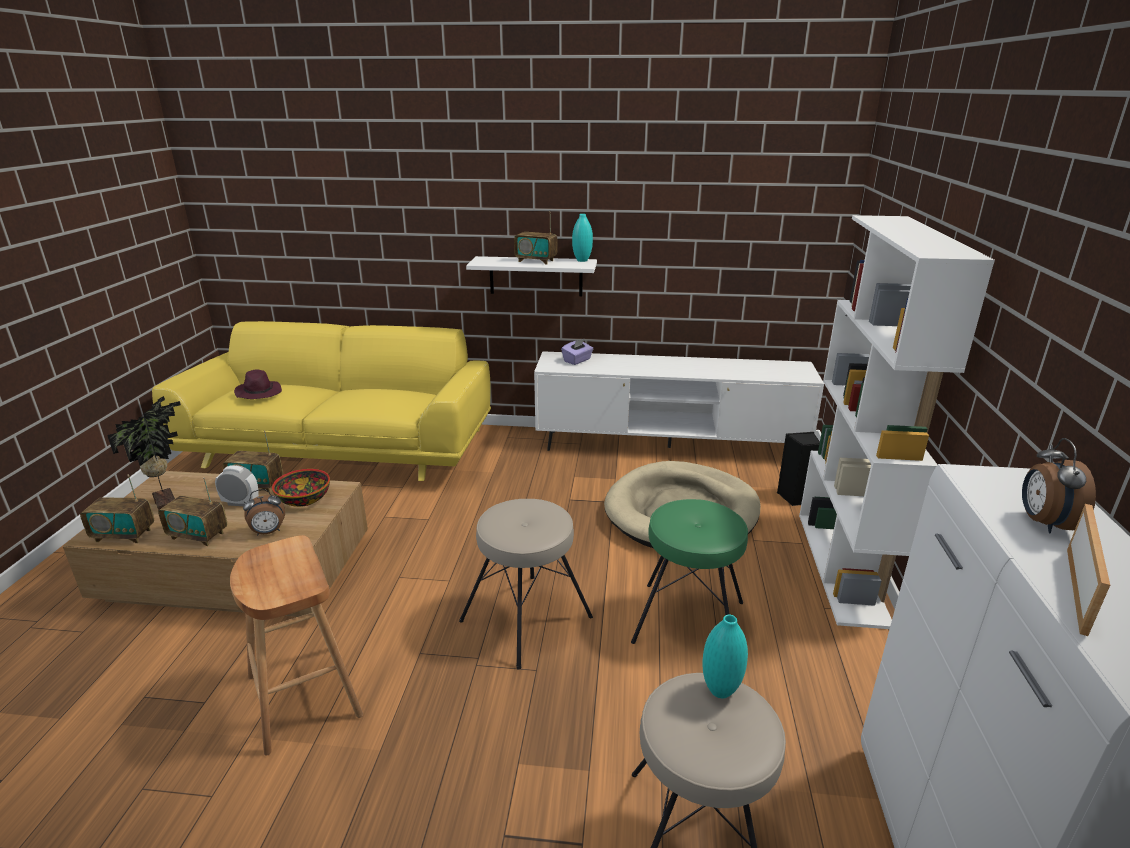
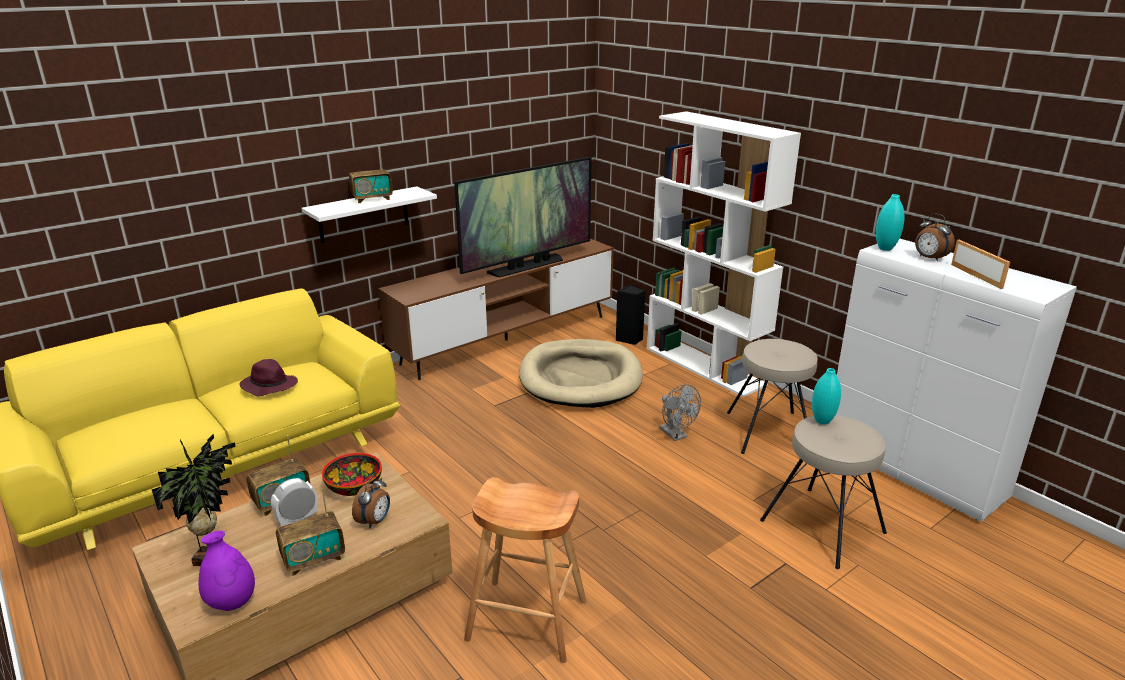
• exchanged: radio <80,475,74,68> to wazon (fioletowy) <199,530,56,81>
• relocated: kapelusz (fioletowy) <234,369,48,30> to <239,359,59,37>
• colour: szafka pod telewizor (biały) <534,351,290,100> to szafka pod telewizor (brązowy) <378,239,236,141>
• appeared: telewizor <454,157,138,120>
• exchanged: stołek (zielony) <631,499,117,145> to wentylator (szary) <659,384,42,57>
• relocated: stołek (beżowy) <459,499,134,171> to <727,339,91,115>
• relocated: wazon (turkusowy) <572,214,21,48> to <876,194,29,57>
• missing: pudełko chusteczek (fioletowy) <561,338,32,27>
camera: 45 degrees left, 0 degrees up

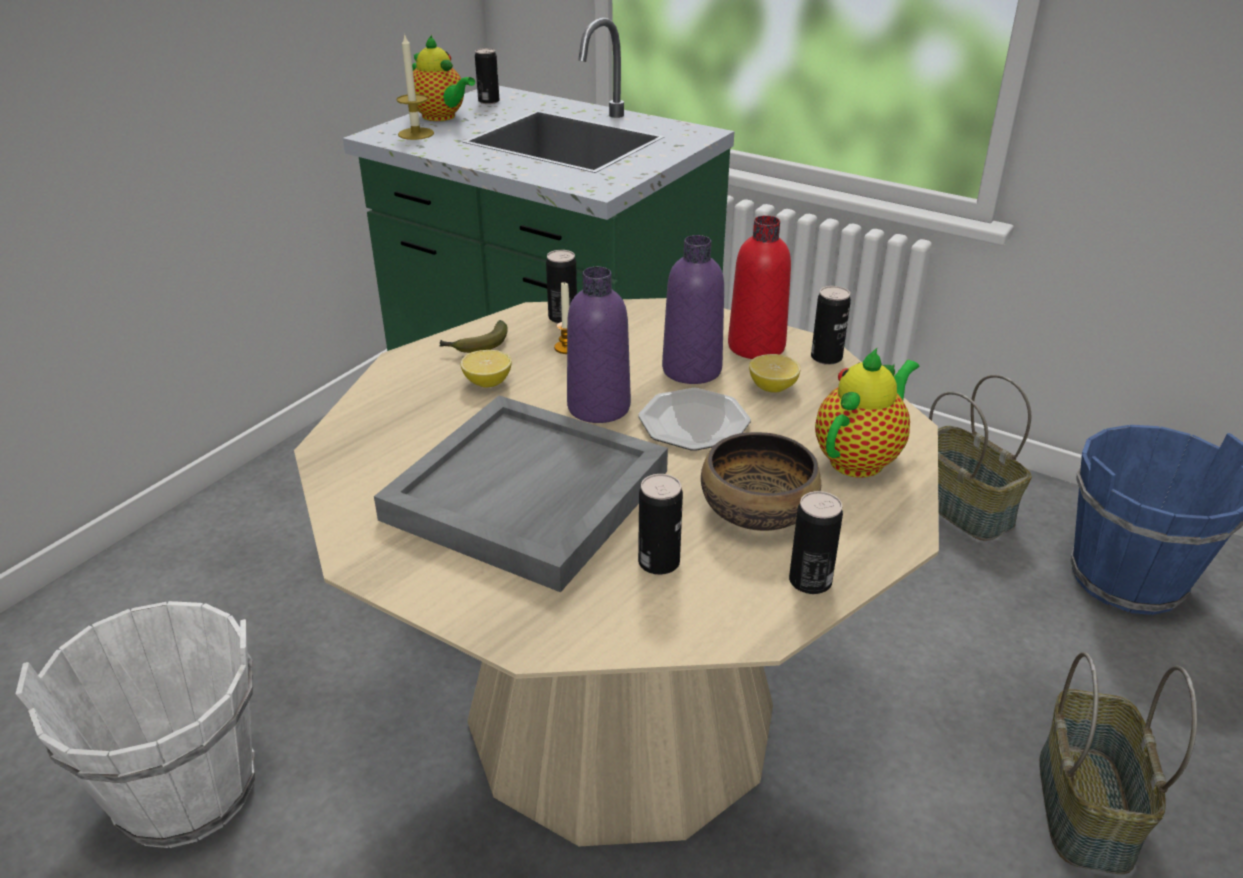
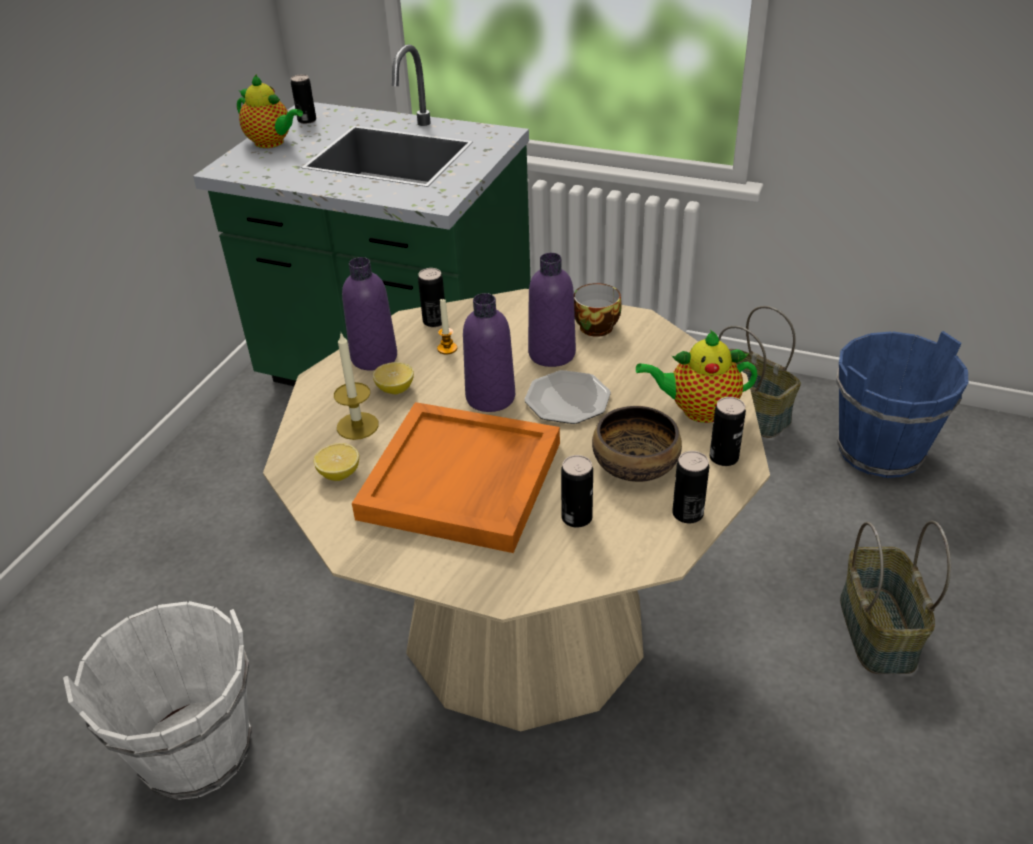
• relocated: cytryna <749,354,52,38> to <314,443,45,38>
• relocated: świeca <396,33,38,107> to <334,333,45,107>
• exchanged: banan <440,320,68,33> to butelka (fioletowy) <342,257,55,113>
• colour: taca (szary) <374,395,294,197> to taca (pomarańczowy) <352,402,208,151>
• exchanged: butelka (czerwony) <728,215,63,144> to filiżanka <574,283,48,54>
• spun: imbryk <815,348,104,130> = <636,330,122,93> 120 degrees counterclockwise
• relocated: puszka <811,286,40,79> to <709,397,37,69>
camera: 10 degrees left, 5 degrees up

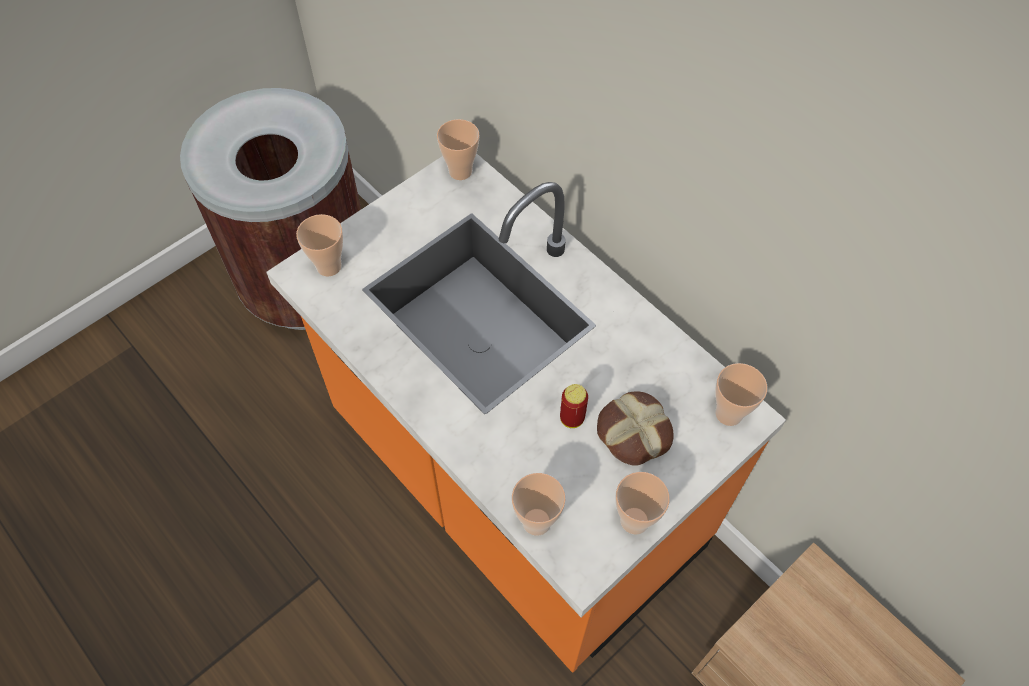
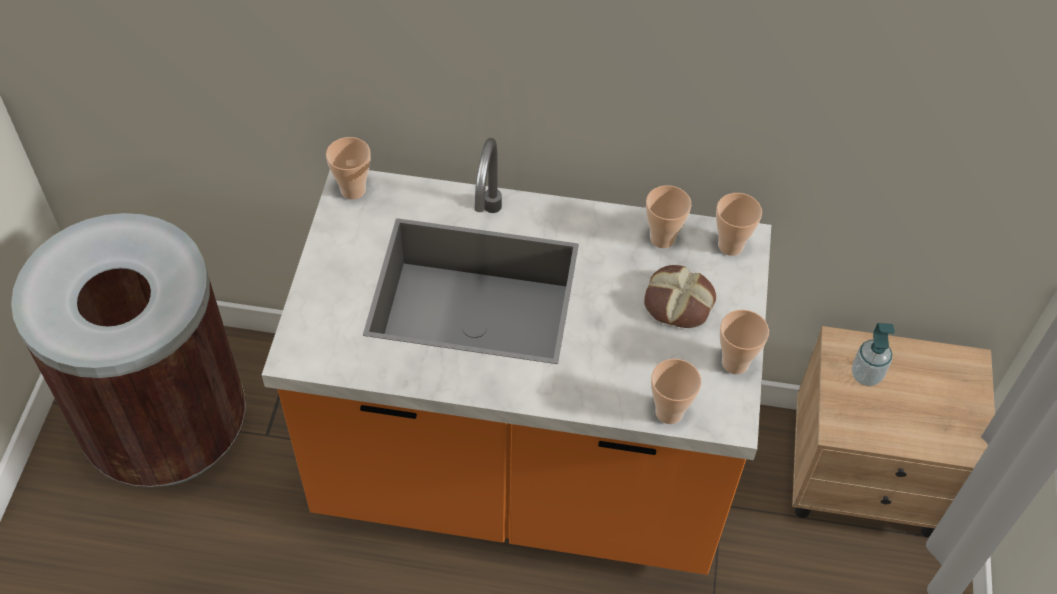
• relocated: filiżanka <296,214,47,63> to <646,185,46,63>
• appeared: dozownik mydła <852,323,43,63>
• missing: puszka <560,384,28,44>
camera: 40 degrees left, 5 degrees down

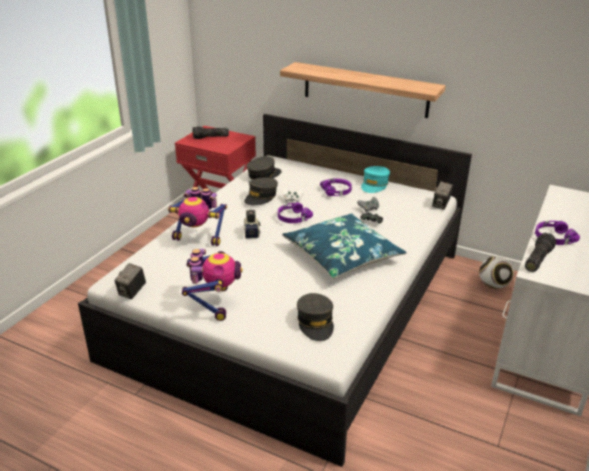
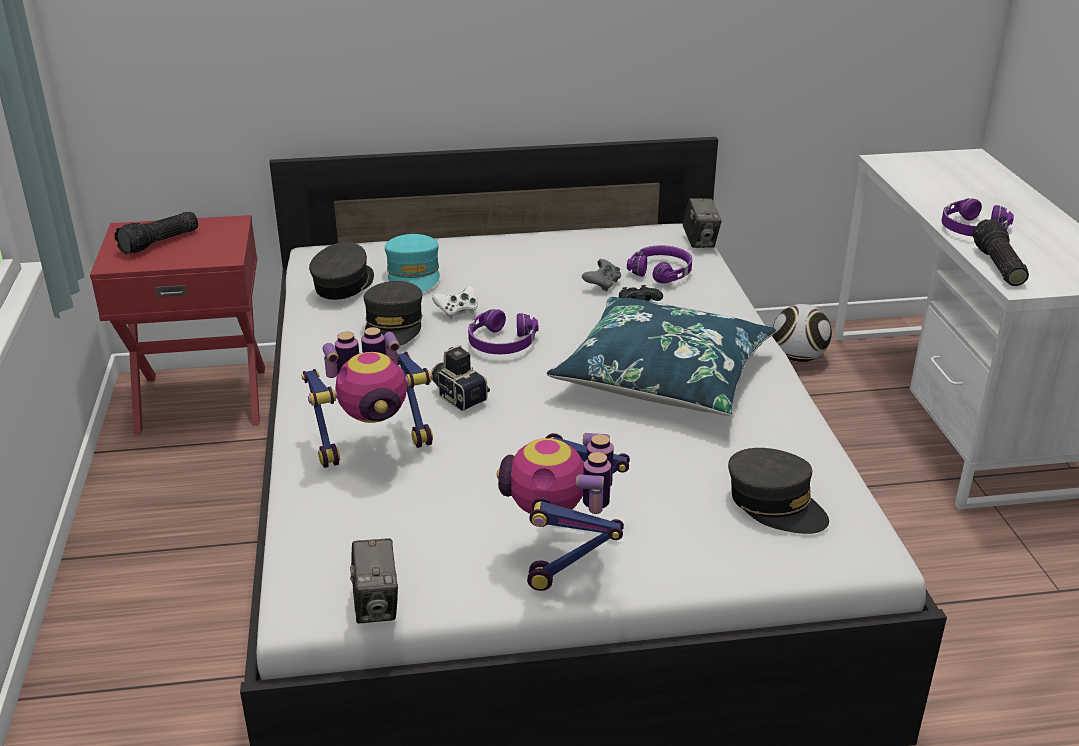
• relocated: czapka z daszkiem (turkusowy) <361,166,29,27> to <385,234,55,58>
• spun: robot zabawkowy <182,249,61,72> = <496,433,134,158> 135 degrees counterclockwise
• relocated: słuchawki (fioletowy) <320,178,32,18> to <627,245,65,39>
• missing: półka <280,62,166,56>
camera: 35 degrees left, 0 degrees up

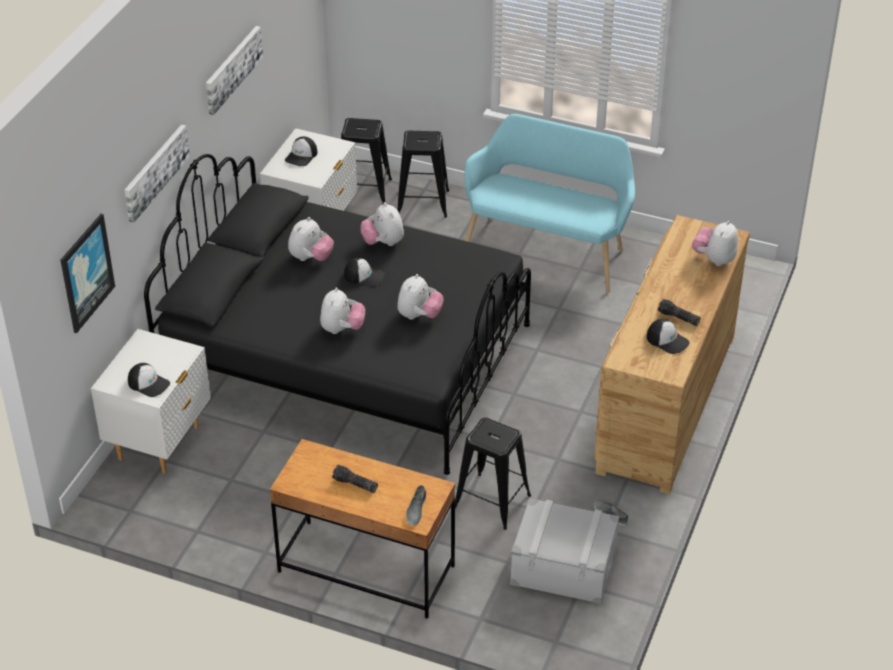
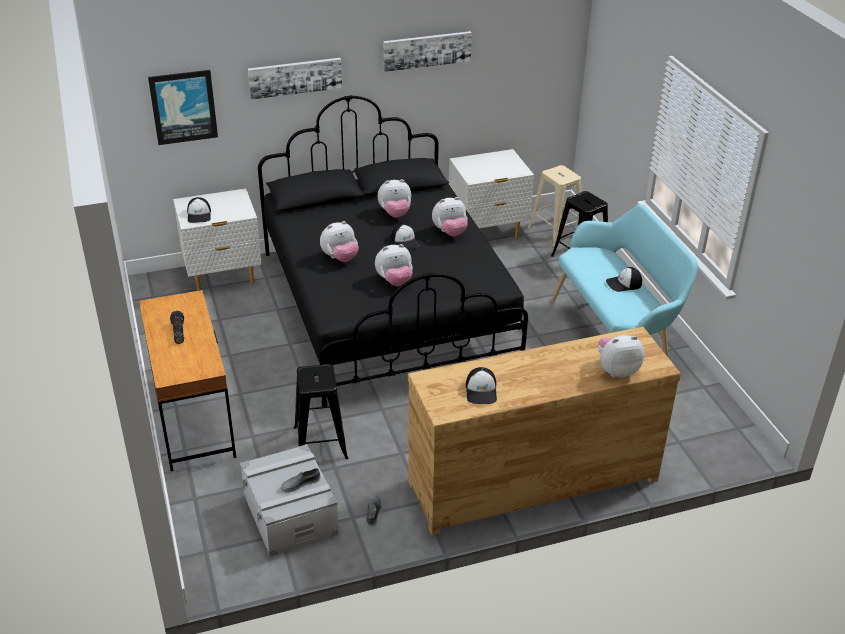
• relocated: but (szary) <406,485,20,41> to <280,468,40,24>
• spun: pluszak <360,202,44,44> = <432,197,36,39> 135 degrees counterclockwise
• colour: stołek (czarny) <341,118,51,85> to stołek (beżowy) <528,165,53,81>
• relocated: czapka z daszkiem <285,137,33,29> to <606,267,36,25>
• missing: latarka <658,299,43,27>
camera: 50 degrees right, 5 degrees down

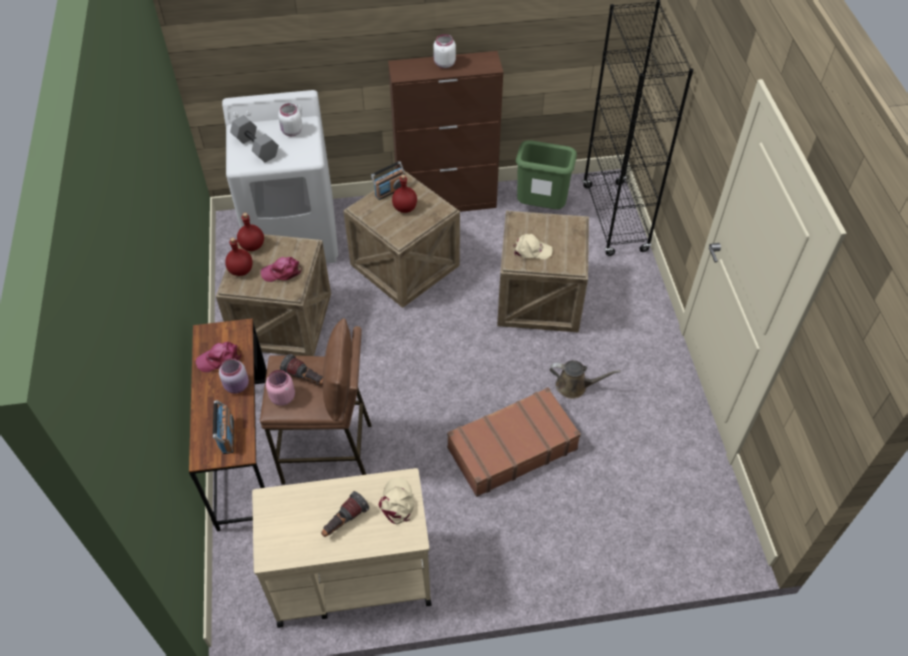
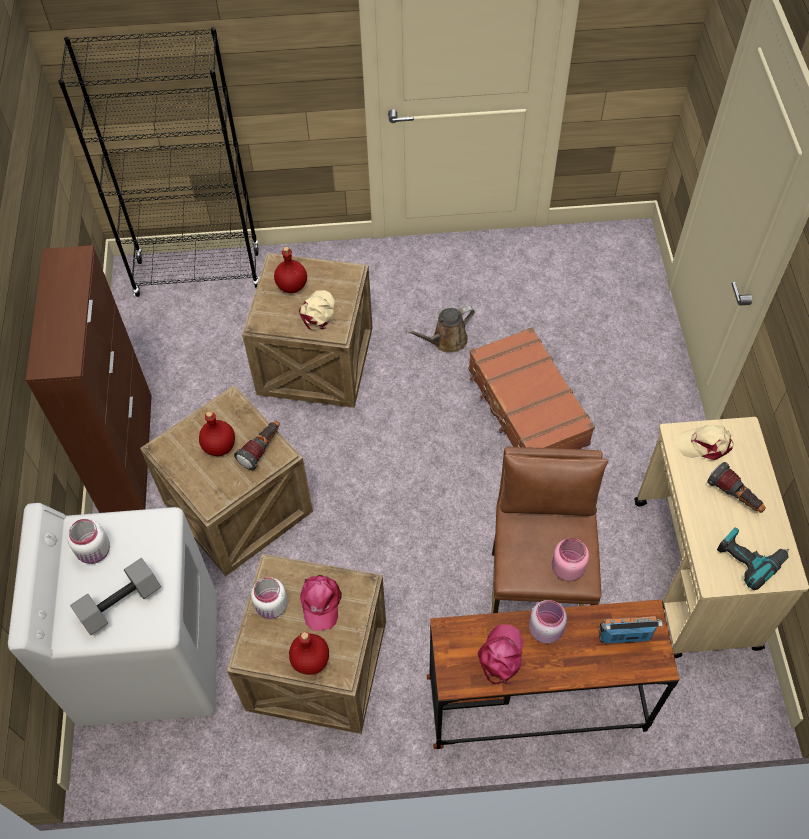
• relocated: latarka <280,354,43,31> to <234,420,46,50>
• relocated: słoik (biały) <433,34,23,34> to <251,577,37,42>
• relocated: butelka (czerwony) <237,213,27,38> to <274,247,33,46>
• spun: konewka (brązowy) <550,360,71,39> = <406,306,69,46> 135 degrees counterclockwise
• spun: czapka z daszkiem (różowy) <195,342,47,30> = <478,624,45,60> 150 degrees counterclockwise
• appeared: wiertarka <717,528,73,62>
• missing: radio <371,161,34,39>
• missing: kosz na śmieci (zielony) <516,140,61,69>
camera: 85 degrees left, 5 degrees up

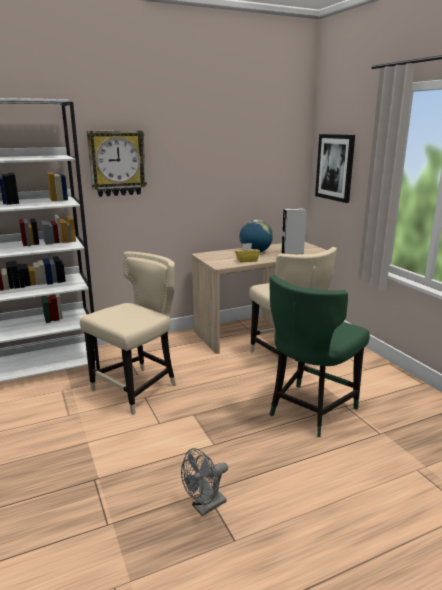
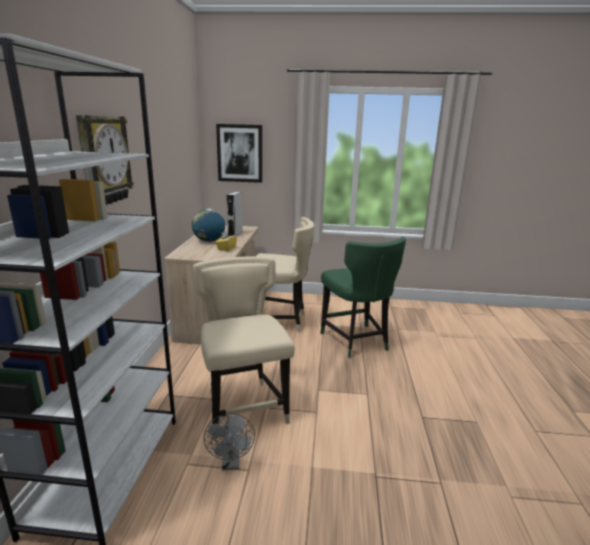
• relocated: wentylator (szary) <181,448,47,68> to <204,413,51,57>
camera: 60 degrees left, 0 degrees up

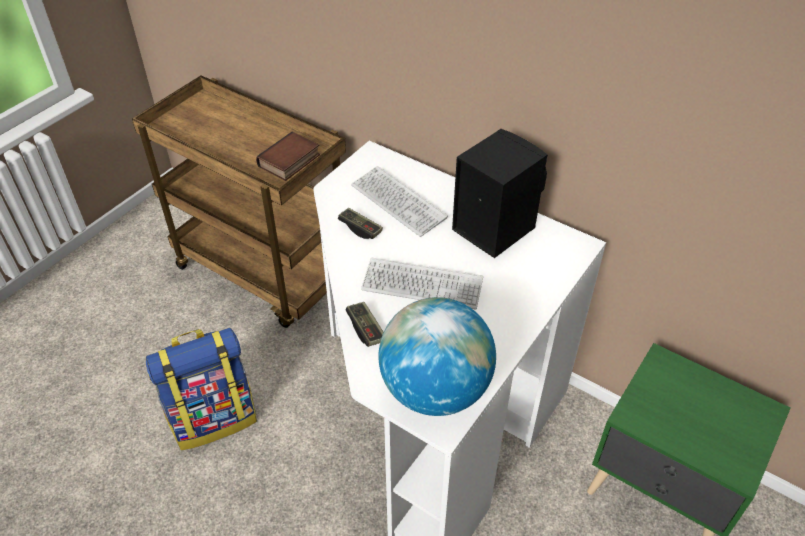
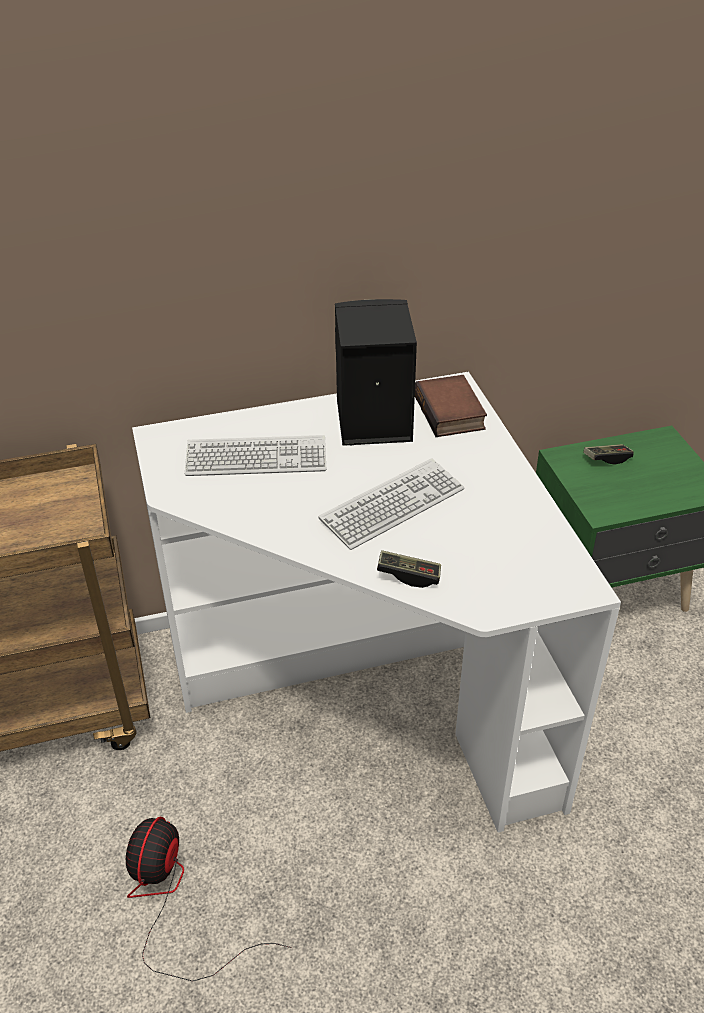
• exchanged: plecak <146,328,111,122> to wentylator <126,817,166,164>
• relocated: książka <256,132,64,49> to <415,375,72,62>
• relocated: pad do gier <338,208,45,31> to <583,444,51,21>
• missing: globus <378,297,118,119>
camera: 50 degrees left, 5 degrees down

